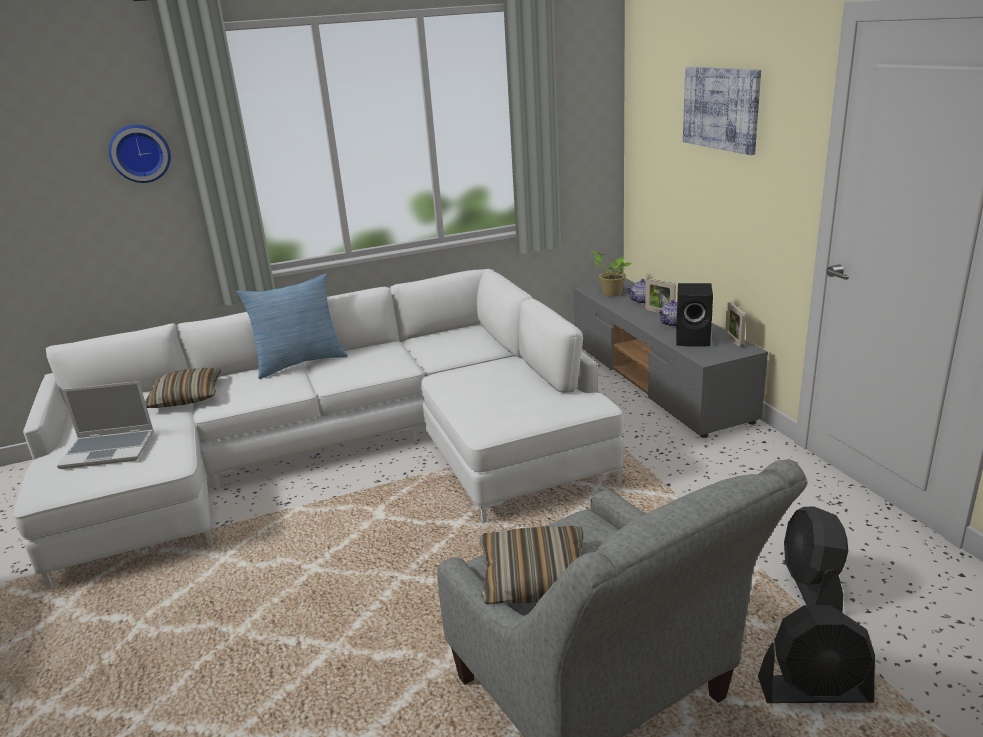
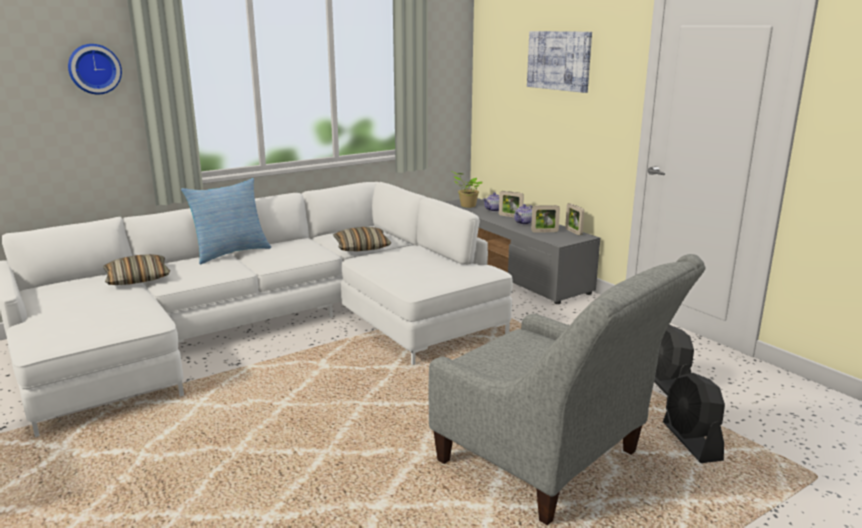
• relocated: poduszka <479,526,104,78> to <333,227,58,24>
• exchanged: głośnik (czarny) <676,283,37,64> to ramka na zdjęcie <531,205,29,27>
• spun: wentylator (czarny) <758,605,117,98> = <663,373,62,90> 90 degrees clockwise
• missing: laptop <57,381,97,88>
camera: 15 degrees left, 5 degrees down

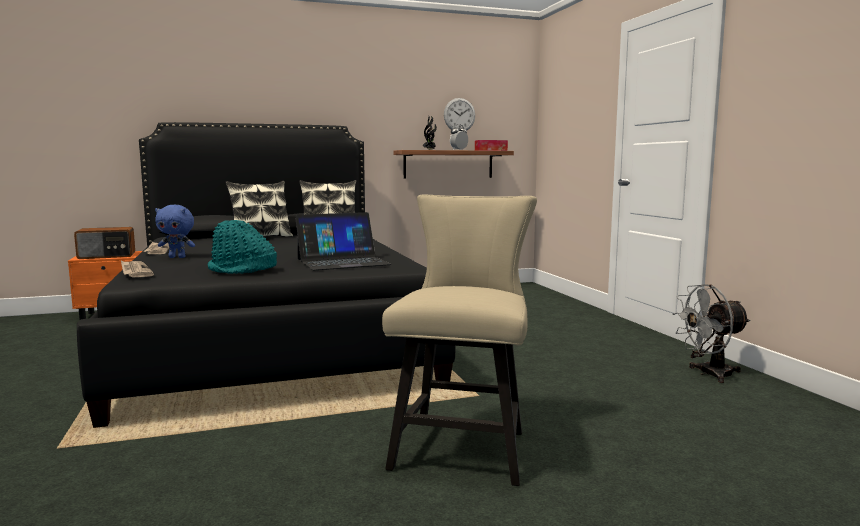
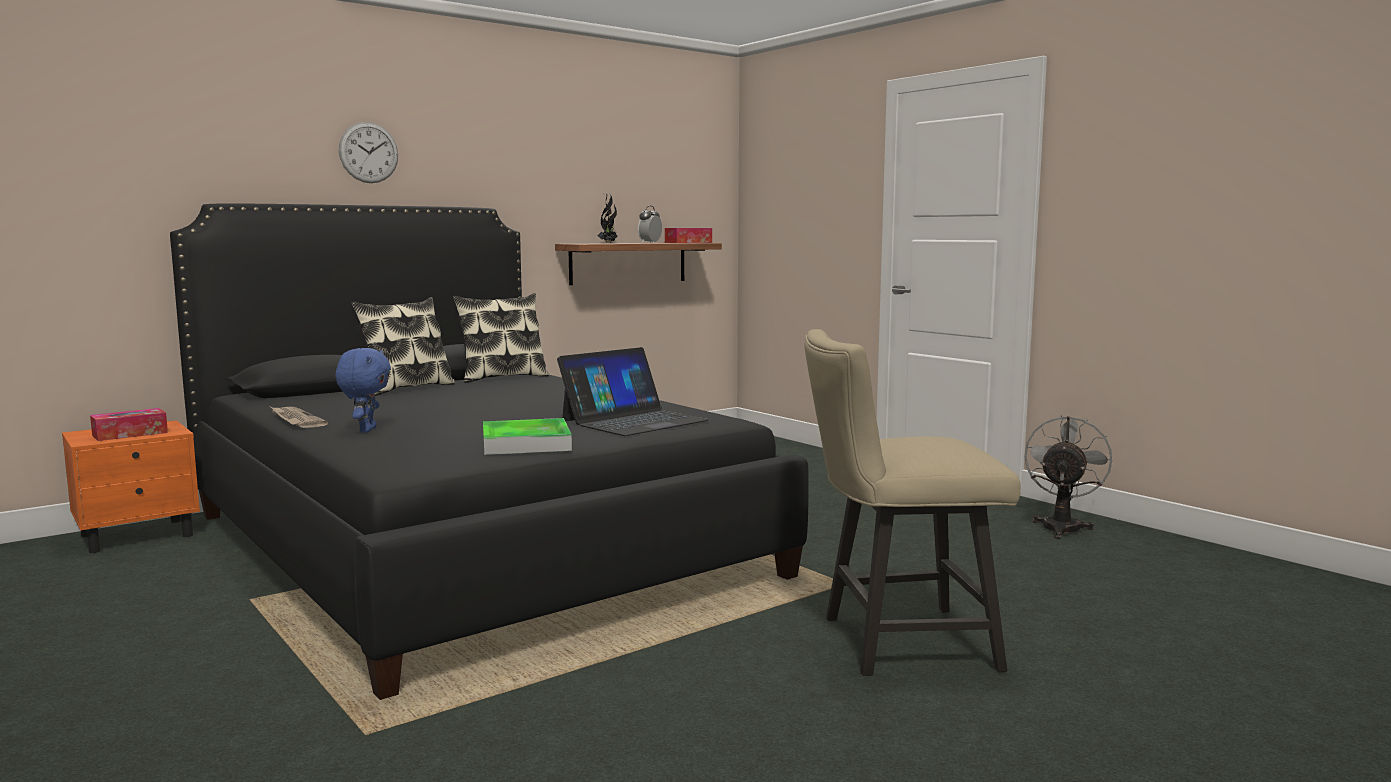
• exchanged: radio <74,227,61,32> to pudełko chusteczek <90,408,78,33>
• spun: pluszak (niebieski) <155,205,40,53> = <336,348,55,85> 75 degrees counterclockwise
• relocated: zegar ścienny <444,98,31,33> to <339,122,59,61>
• exchanged: kapelusz (turkusowy) <208,220,69,54> to taca <483,418,89,37>
• spun: krzesło (beżowy) <382,194,155,292> = <805,329,216,347> 90 degrees counterclockwise
• spun: wentylator (szary) <672,284,78,99> = <1024,415,88,124> 150 degrees clockwise
• missing: gazeta <121,261,33,16>
camera: 20 degrees left, 0 degrees up

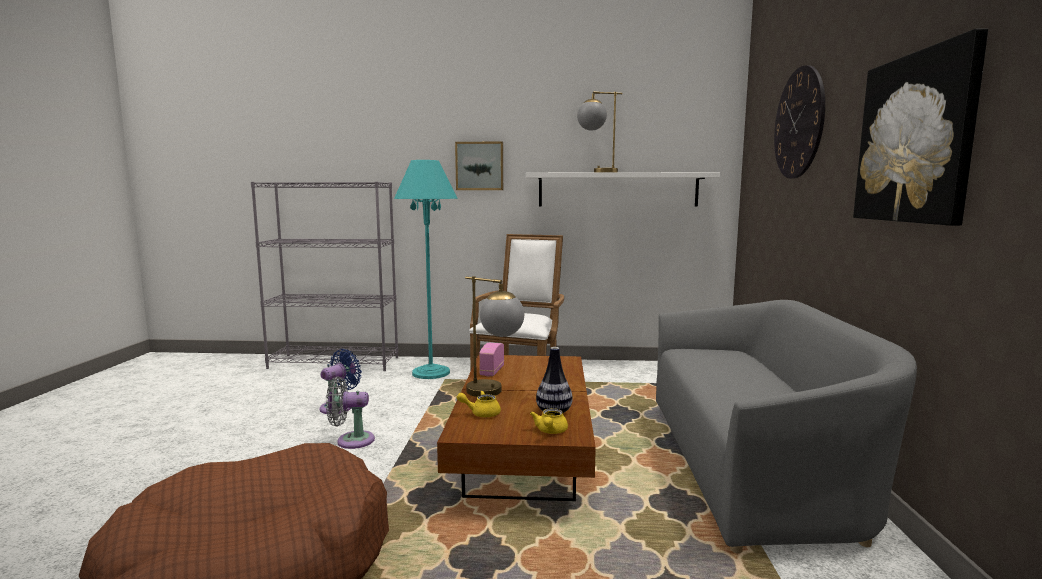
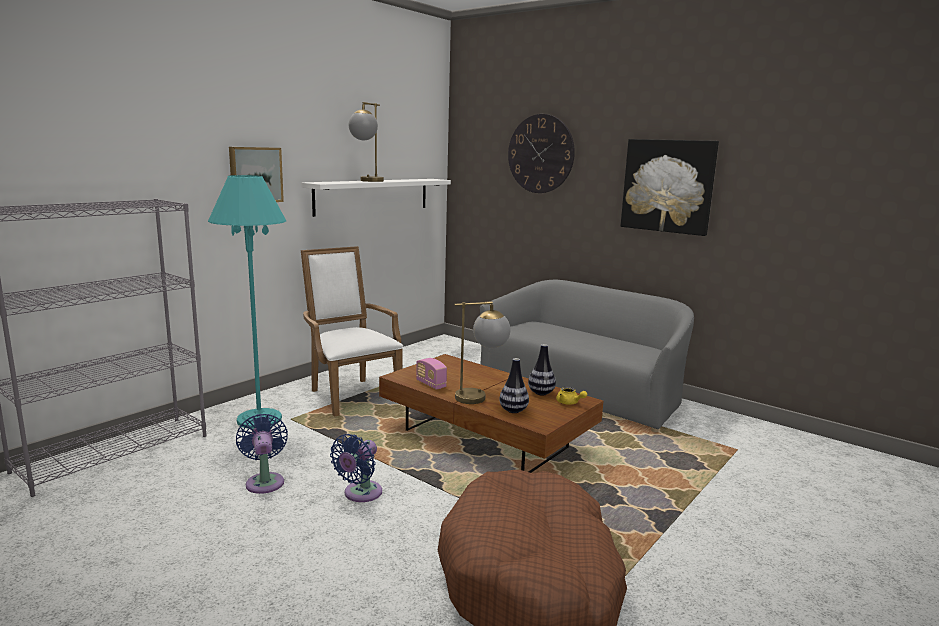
• colour: wentylator (szary) <326,376,49,73> to wentylator (niebieski) <330,434,52,68>
• exchanged: imbryk (żółty) <457,391,44,26> to wazon <499,358,30,55>
camera: 55 degrees left, 5 degrees up

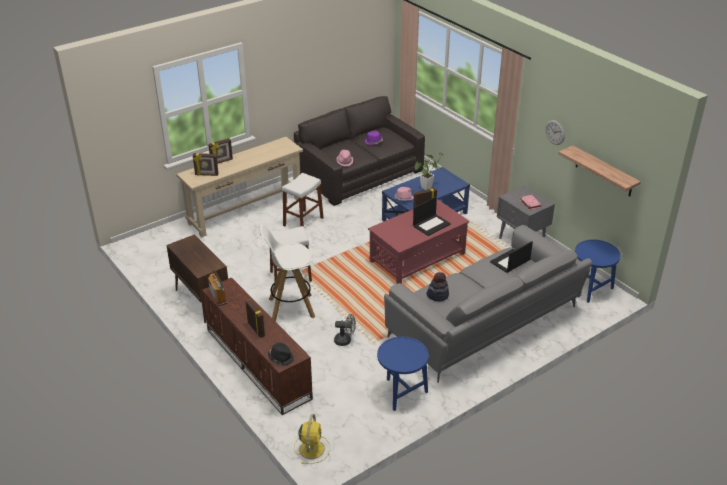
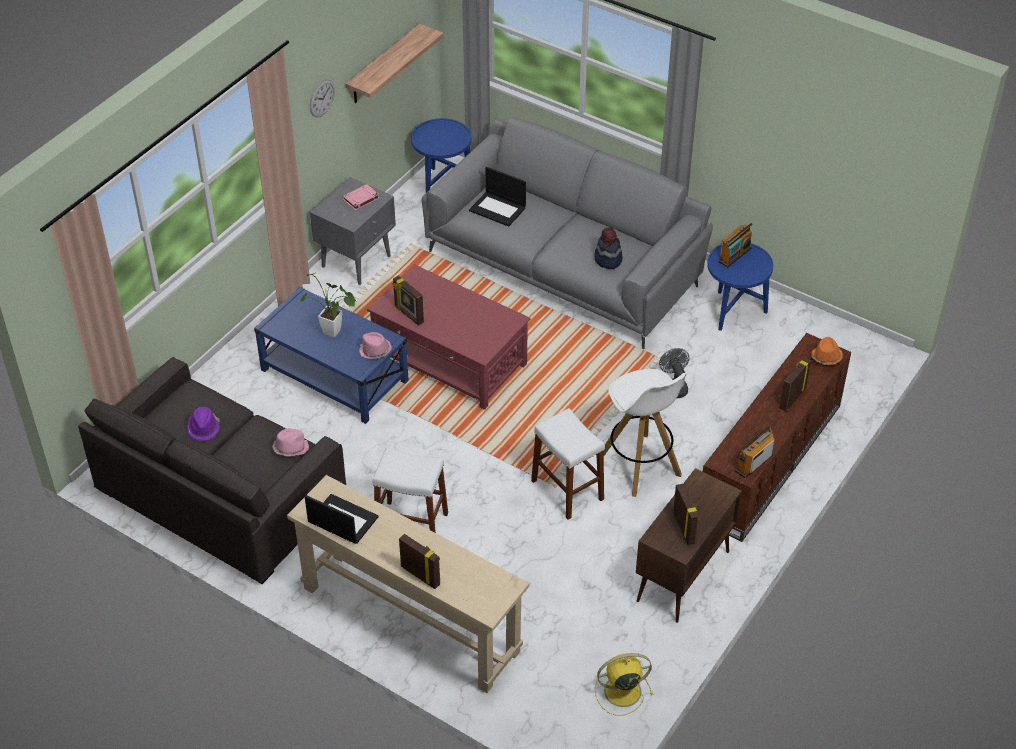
• relocated: laptop <413,197,38,39> to <305,494,74,50>
• relocated: wentylator (żółty) <294,414,36,50> to <595,653,58,63>
• relocated: ramka na zdjęcie <193,153,26,23> to <673,483,27,62>
• appeared: radio <718,223,35,44>
• colour: kapelusz (czarny) <268,343,26,22> to kapelusz (pomarańczowy) <811,337,32,28>
camera: 110 degrees left, 10 degrees up

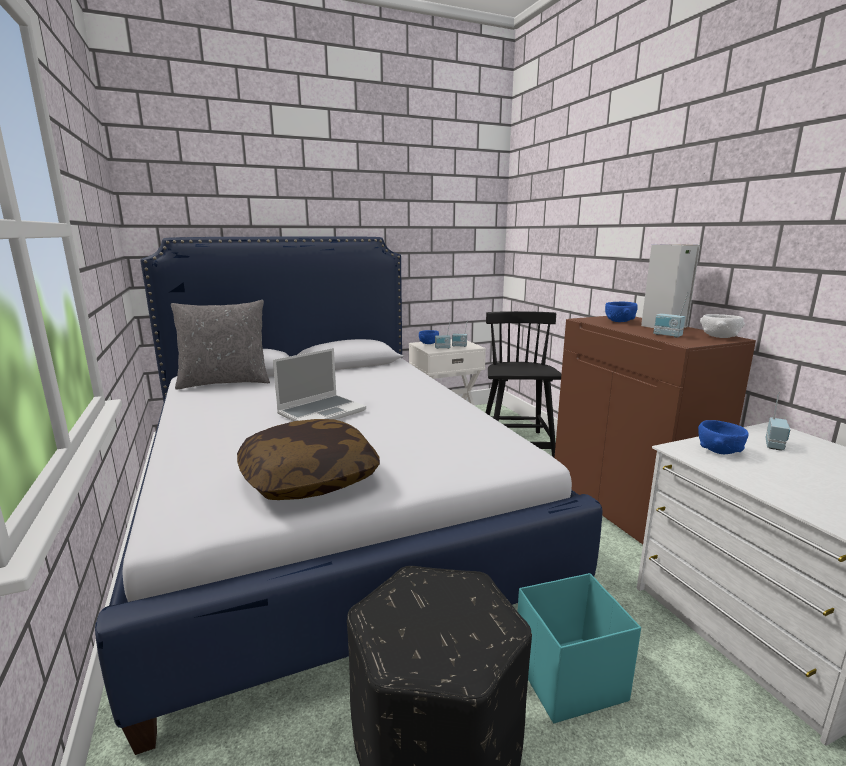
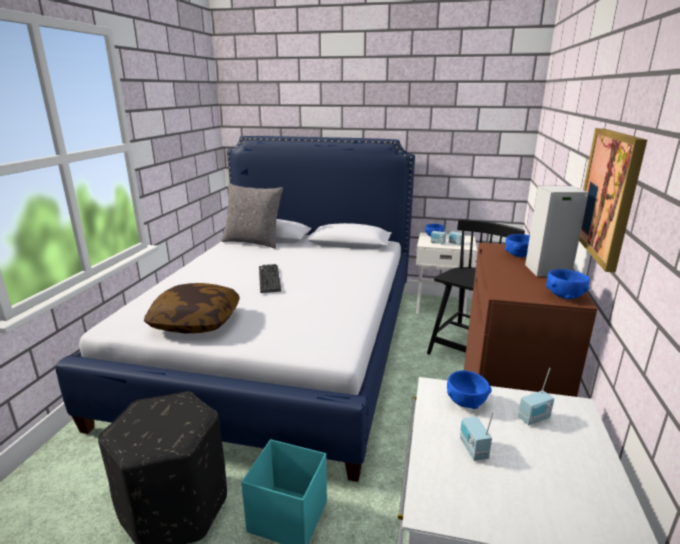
• exchanged: laptop <273,348,93,73> to klawiatura <259,264,22,29>
• relocated: radio <653,293,36,45> to <460,412,34,49>
• colour: miska (biały) <700,314,45,24> to miska (niebieski) <546,269,44,30>
• appeared: obraz <579,128,68,144>
camera: 35 degrees right, 5 degrees up

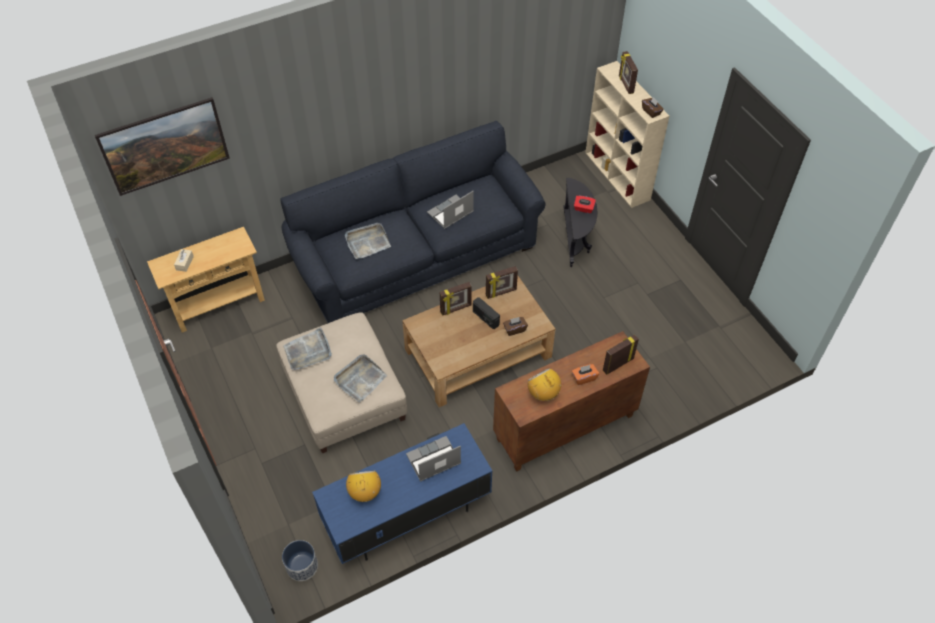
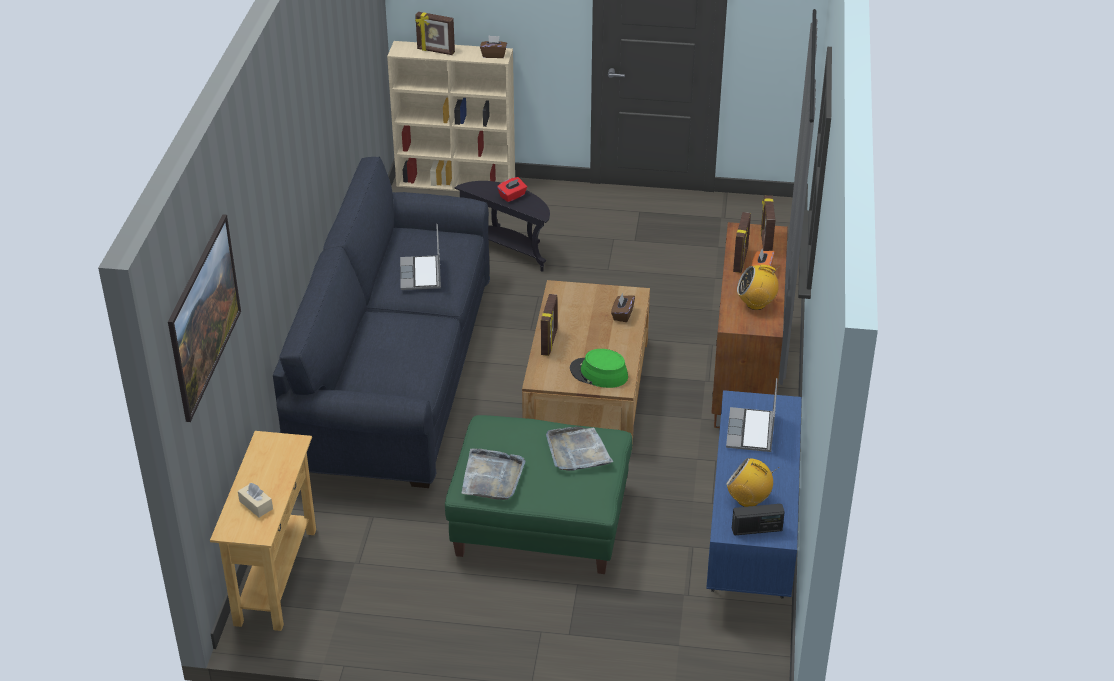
• colour: pufa (beżowy) <276,313,131,141> to pufa (zielony) <445,415,188,159>
• appeared: kapelusz (zielony) <570,349,58,39>
• relocated: radio <473,297,27,32> to <732,504,53,31>
• relocated: ramka na zdjęcie <486,266,32,33> to <733,212,18,61>
• missing: donica <282,540,36,41>
• missing: taca (szary) <345,223,46,36>
camera: 55 degrees left, 15 degrees down

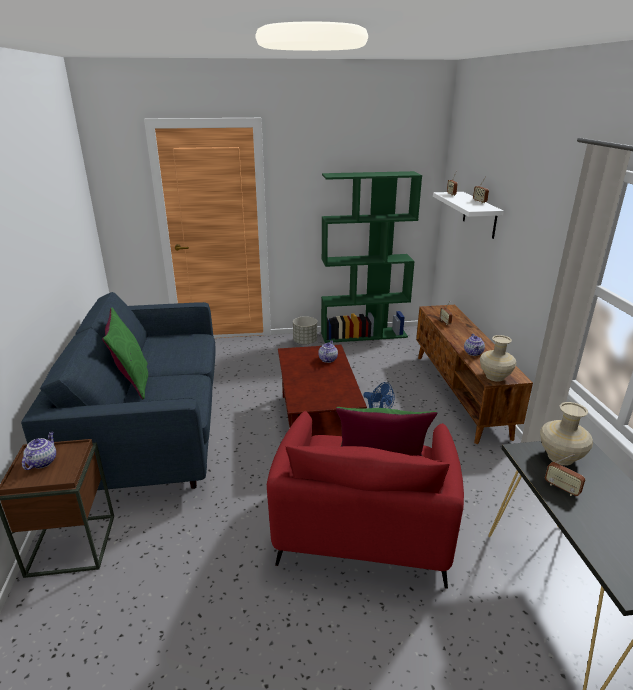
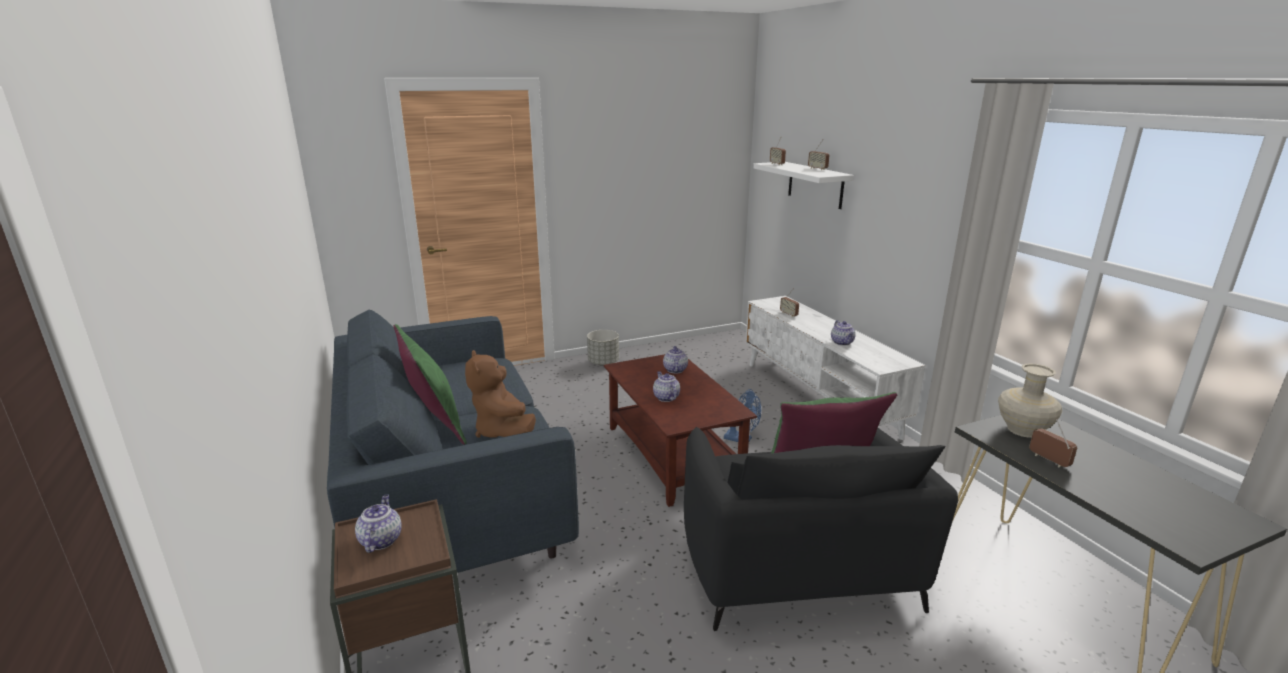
• appeared: pluszak (brązowy) <465,350,71,88>
• appeared: imbryk <653,371,27,31>
• colour: fotel (czerwony) <267,411,197,178> to fotel (czarny) <684,427,274,204>
• colour: szafka pod telewizor (brązowy) <416,305,117,139> to szafka pod telewizor (biały) <745,296,181,144>
• spun: radio <545,454,40,42> = <1029,419,48,48> 150 degrees counterclockwise
• missing: regał (zielony) <321,171,101,172>
• missing: wazon (beżowy) <480,335,37,47>
camera: 15 degrees left, 5 degrees down

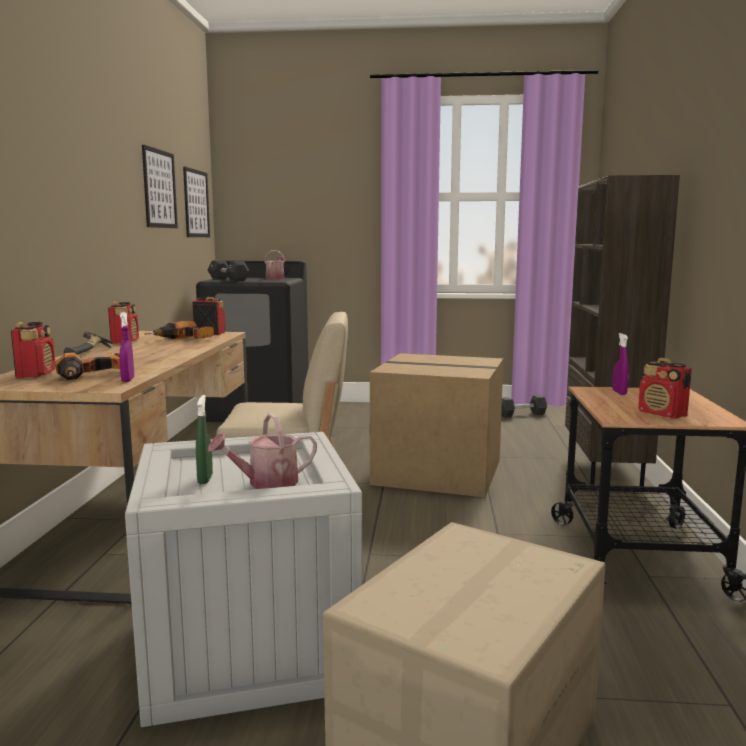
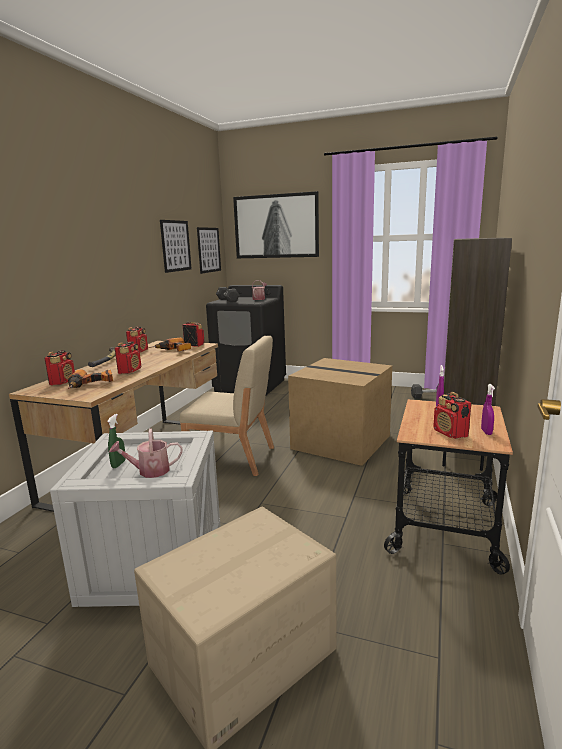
• appeared: radio <115,341,26,33>
• appeared: obraz <233,191,86,67>
• relocated: spryskiwacz (fioletowy) <119,312,15,70> to <481,384,14,51>
camera: 15 degrees right, 5 degrees up

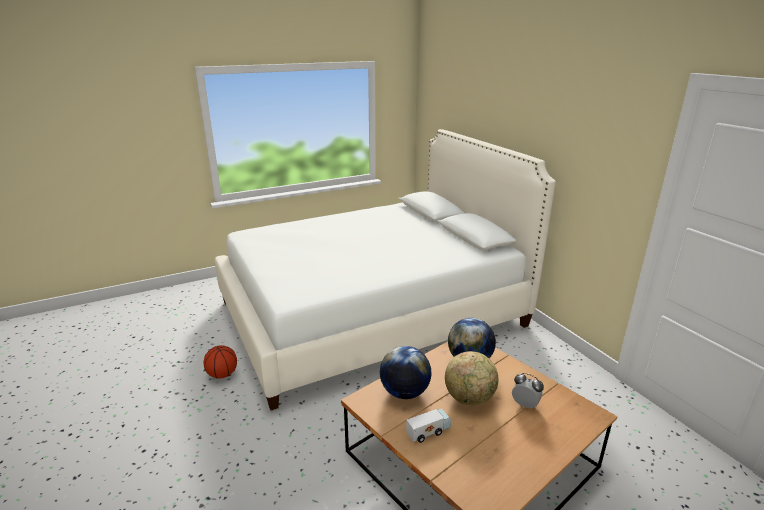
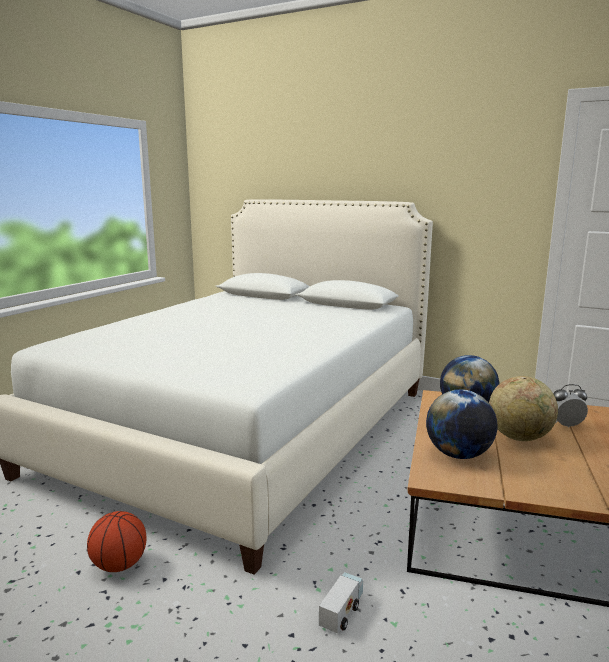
• relocated: ciężarówka zabawkowa <406,408,45,35> to <319,572,44,61>
camera: 35 degrees left, 10 degrees down

